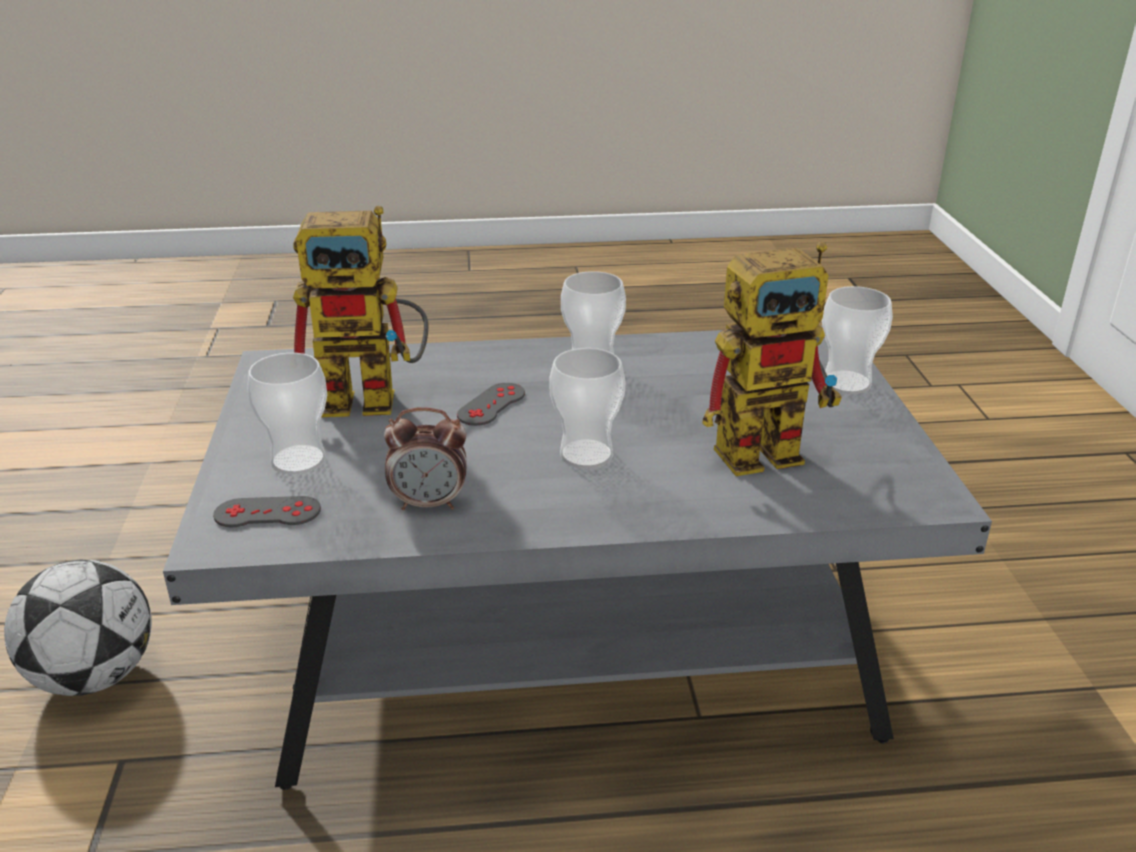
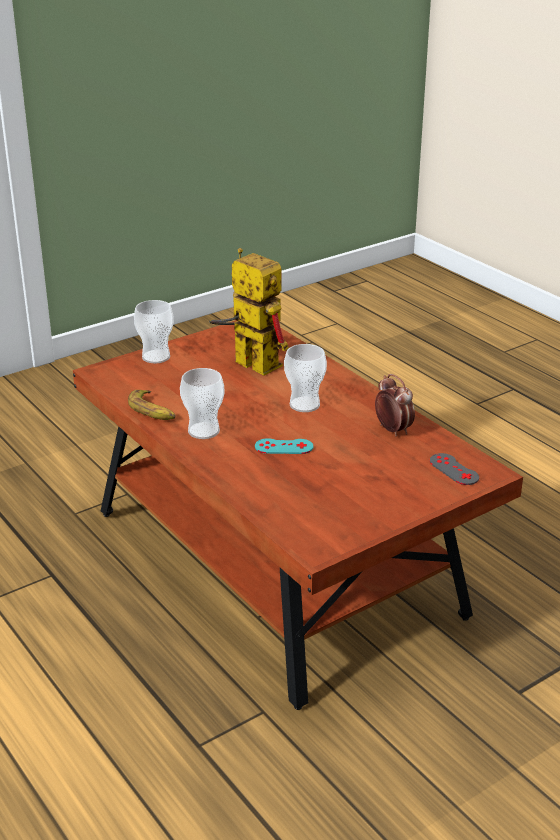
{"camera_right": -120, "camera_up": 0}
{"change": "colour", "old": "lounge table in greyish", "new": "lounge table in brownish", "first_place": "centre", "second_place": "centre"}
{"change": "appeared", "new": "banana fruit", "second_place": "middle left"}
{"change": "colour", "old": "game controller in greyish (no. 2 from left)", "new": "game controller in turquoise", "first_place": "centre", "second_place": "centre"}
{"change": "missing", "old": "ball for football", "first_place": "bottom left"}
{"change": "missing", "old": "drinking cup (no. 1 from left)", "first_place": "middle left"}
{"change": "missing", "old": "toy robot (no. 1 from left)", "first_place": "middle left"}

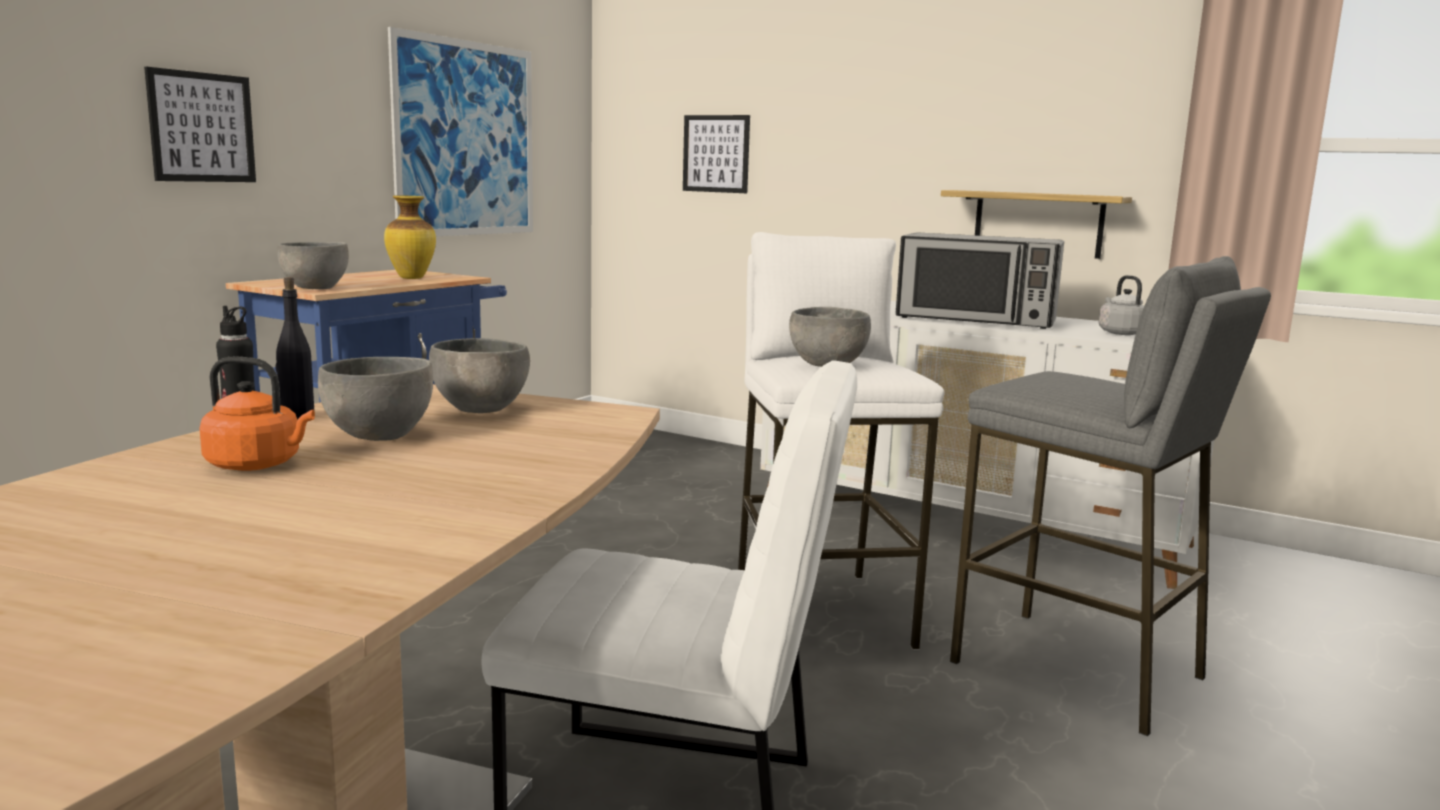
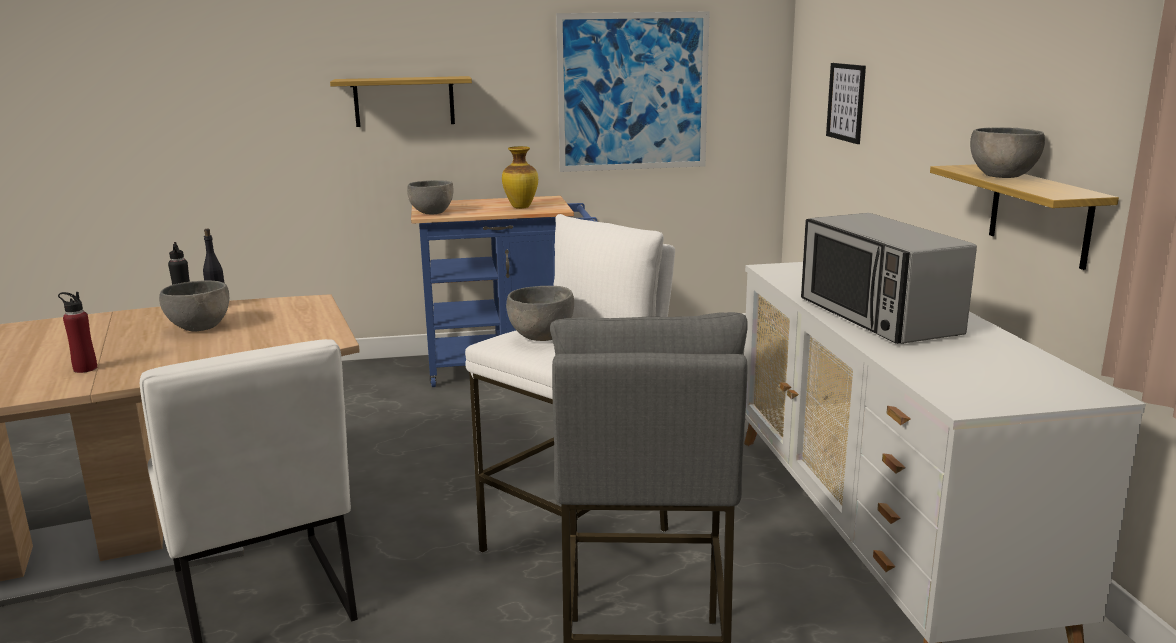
{"camera_right": 50, "camera_up": 5}
{"change": "appeared", "new": "drink bottle in red", "second_place": "middle left"}
{"change": "exchanged", "old": "wall art (no. 1 from left)", "new": "wall shelf (no. 1 from left)", "first_place": "top left", "second_place": "top centre"}
{"change": "relocated", "old": "bowl in greyish (no. 3 from left in the first image)", "new": "bowl in greyish (no. 4 from left)", "first_place": "middle left", "second_place": "top right"}
{"change": "missing", "old": "water kettle in orange", "first_place": "middle left"}
{"change": "missing", "old": "water kettle in greyish", "first_place": "middle right"}

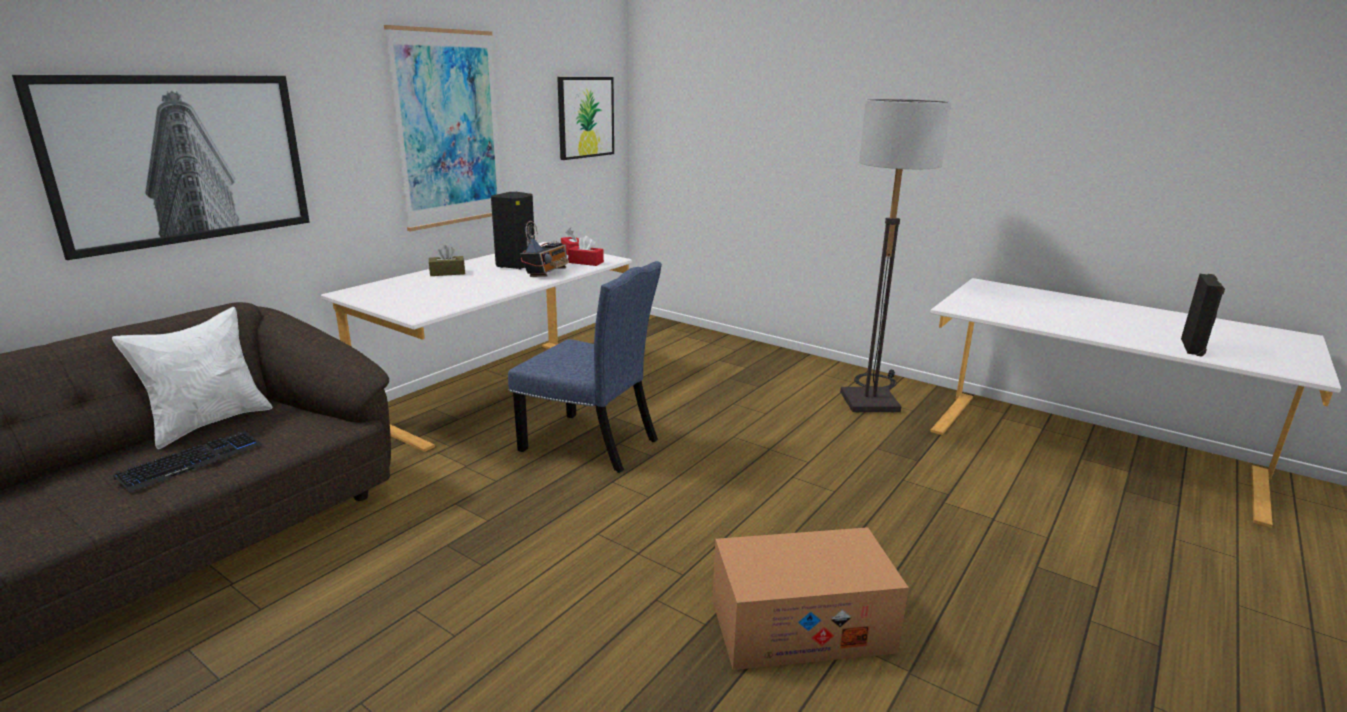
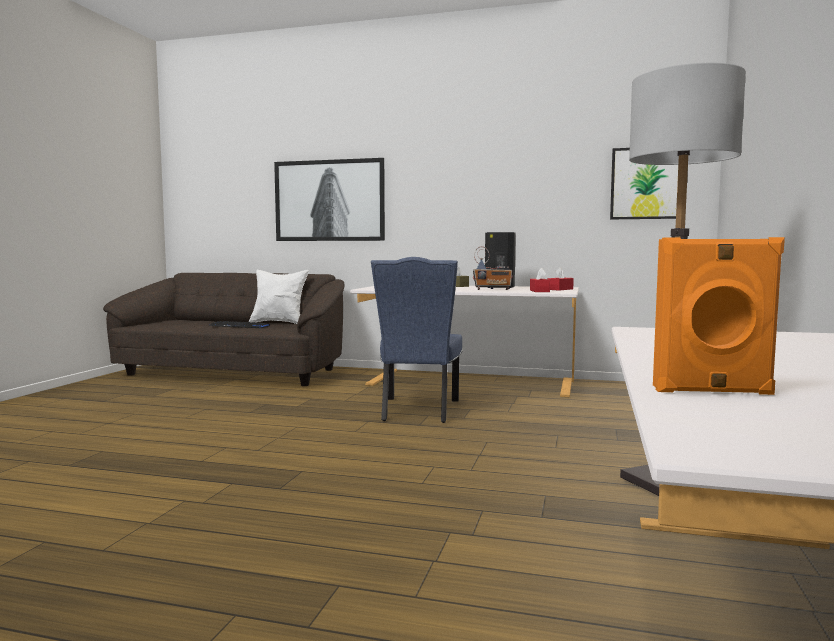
{"camera_right": 70, "camera_up": -15}
{"change": "colour", "old": "loudspeaker in black-coloured (no. 2 from left)", "new": "loudspeaker in orange", "first_place": "middle right", "second_place": "middle right"}
{"change": "missing", "old": "wall art (no. 2 from left)", "first_place": "top left"}
{"change": "missing", "old": "packing box", "first_place": "bottom centre"}

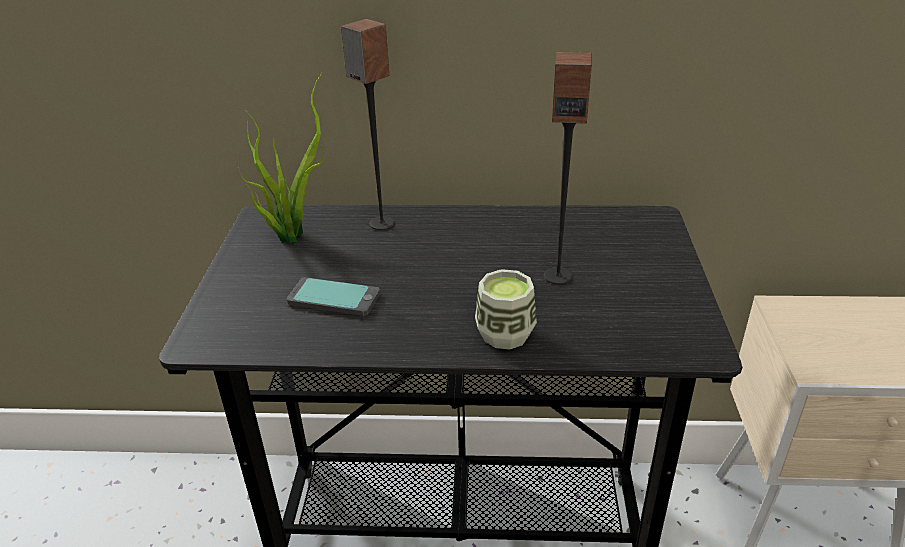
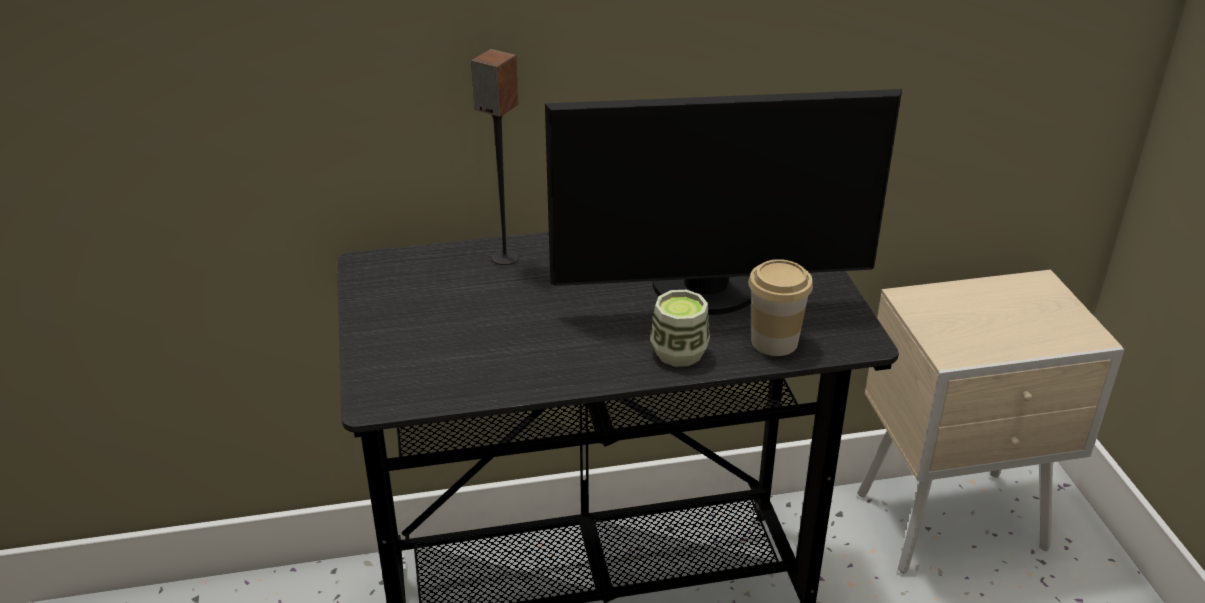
{"camera_right": -15, "camera_up": 0}
{"change": "exchanged", "old": "loudspeaker (no. 2 from left)", "new": "computer screen", "first_place": "top centre", "second_place": "centre"}
{"change": "appeared", "new": "drinking cup (no. 2 from left)", "second_place": "centre"}
{"change": "missing", "old": "houseplant", "first_place": "top left"}
{"change": "missing", "old": "handset", "first_place": "centre"}

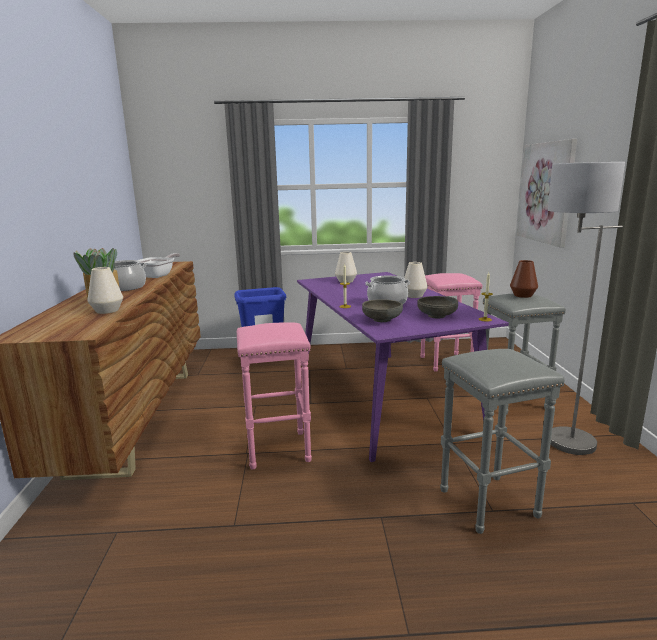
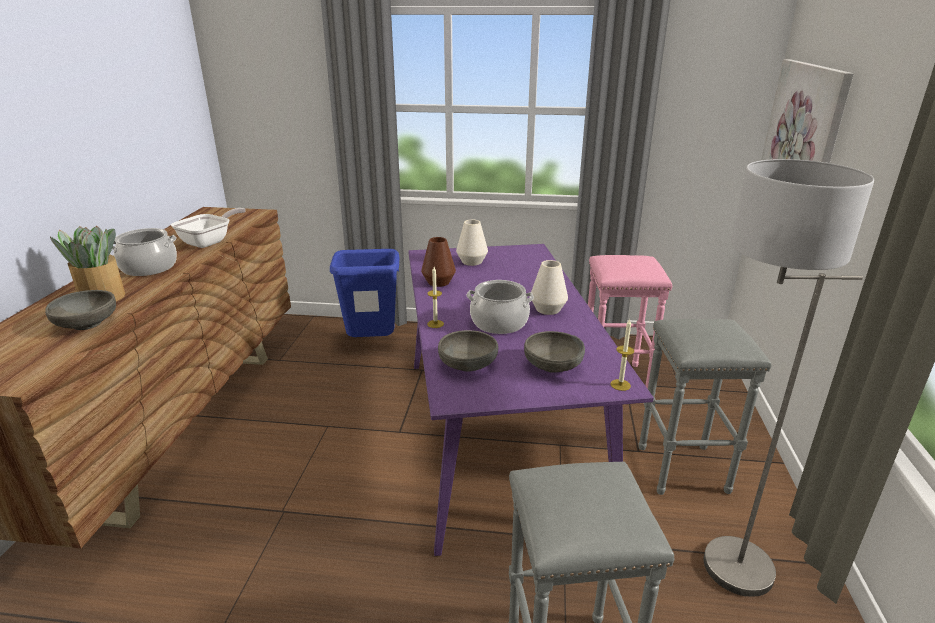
{"camera_right": 10, "camera_up": 10}
{"change": "exchanged", "old": "vase in white-coloured (no. 1 from left)", "new": "bowl in greyish (no. 1 from left)", "first_place": "middle left", "second_place": "middle left"}
{"change": "relocated", "old": "vase in brownish", "first_place": "middle right", "second_place": "centre"}
{"change": "missing", "old": "stool seat in pink (no. 1 from left)", "first_place": "centre"}

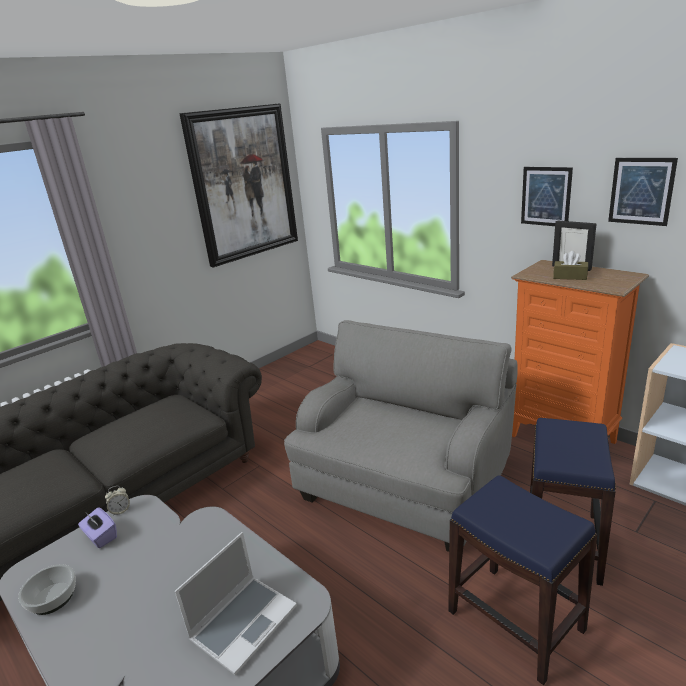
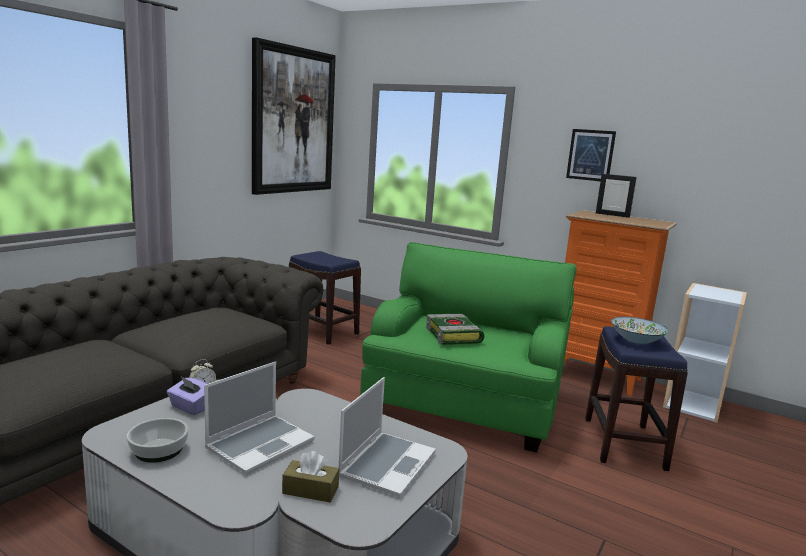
{"camera_right": -15, "camera_up": -10}
{"change": "appeared", "new": "portable computer (no. 1 from left)", "second_place": "bottom left"}
{"change": "relocated", "old": "tissue holder in brownish", "first_place": "middle right", "second_place": "bottom centre"}
{"change": "relocated", "old": "stool seat (no. 1 from left)", "first_place": "bottom right", "second_place": "centre"}
{"change": "colour", "old": "easy chair in greyish", "new": "easy chair in green", "first_place": "centre", "second_place": "centre"}
{"change": "appeared", "new": "book", "second_place": "centre"}
{"change": "appeared", "new": "bowl (no. 2 from left)", "second_place": "middle right"}
{"change": "missing", "old": "wall art (no. 3 from left)", "first_place": "top right"}

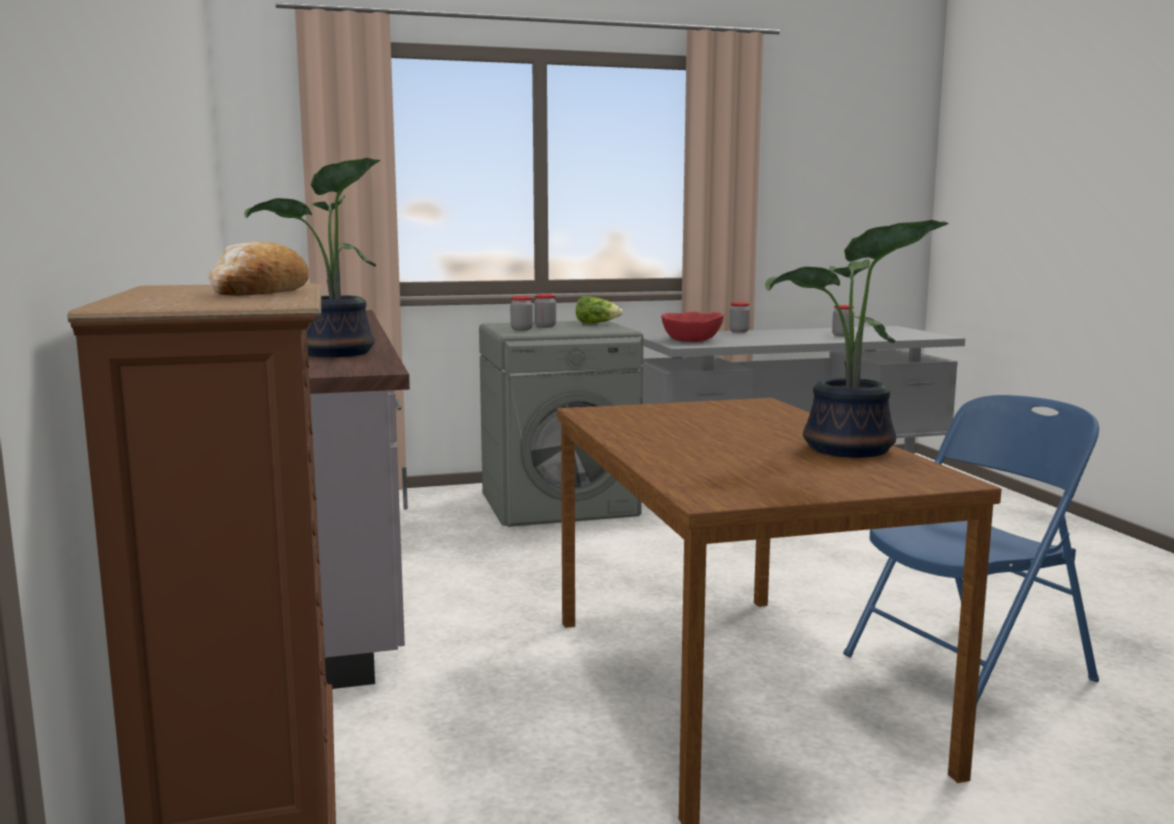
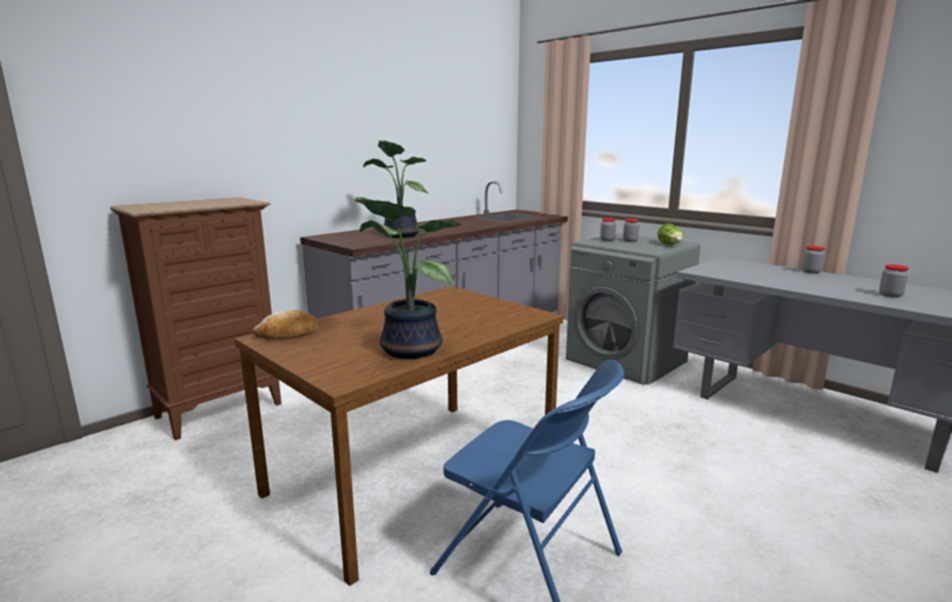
{"camera_right": 60, "camera_up": 5}
{"change": "relocated", "old": "baked bread", "first_place": "top left", "second_place": "middle left"}
{"change": "missing", "old": "bowl in red", "first_place": "centre"}

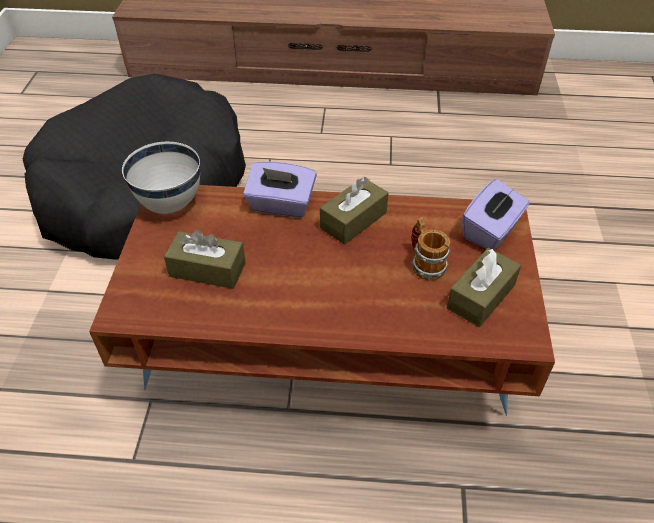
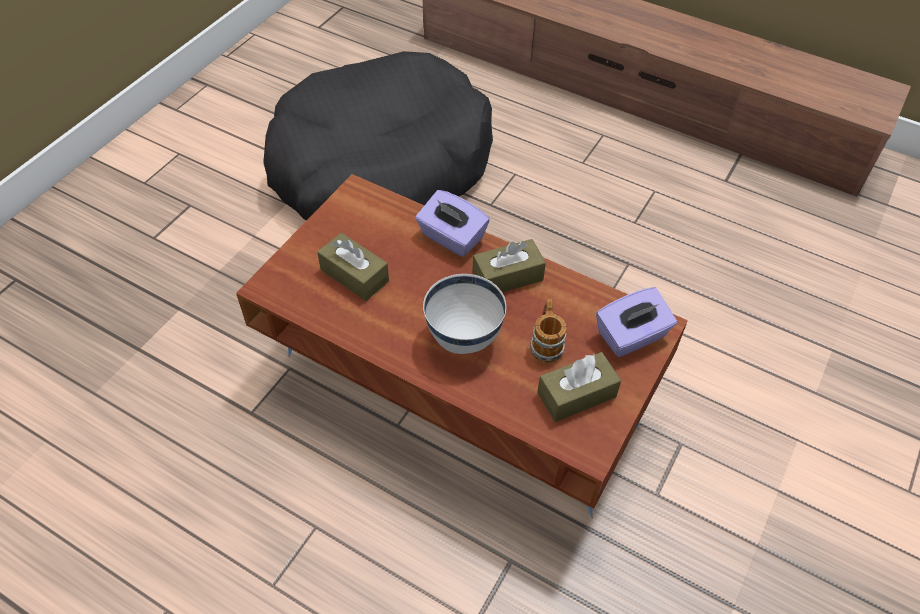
{"camera_right": 25, "camera_up": 5}
{"change": "relocated", "old": "bowl in white-coloured", "first_place": "middle left", "second_place": "centre"}

